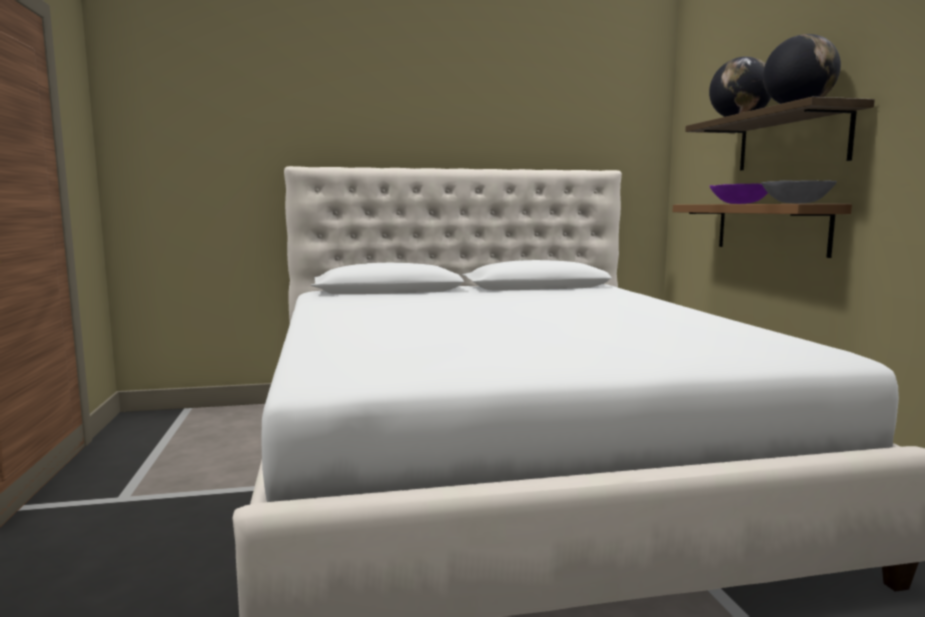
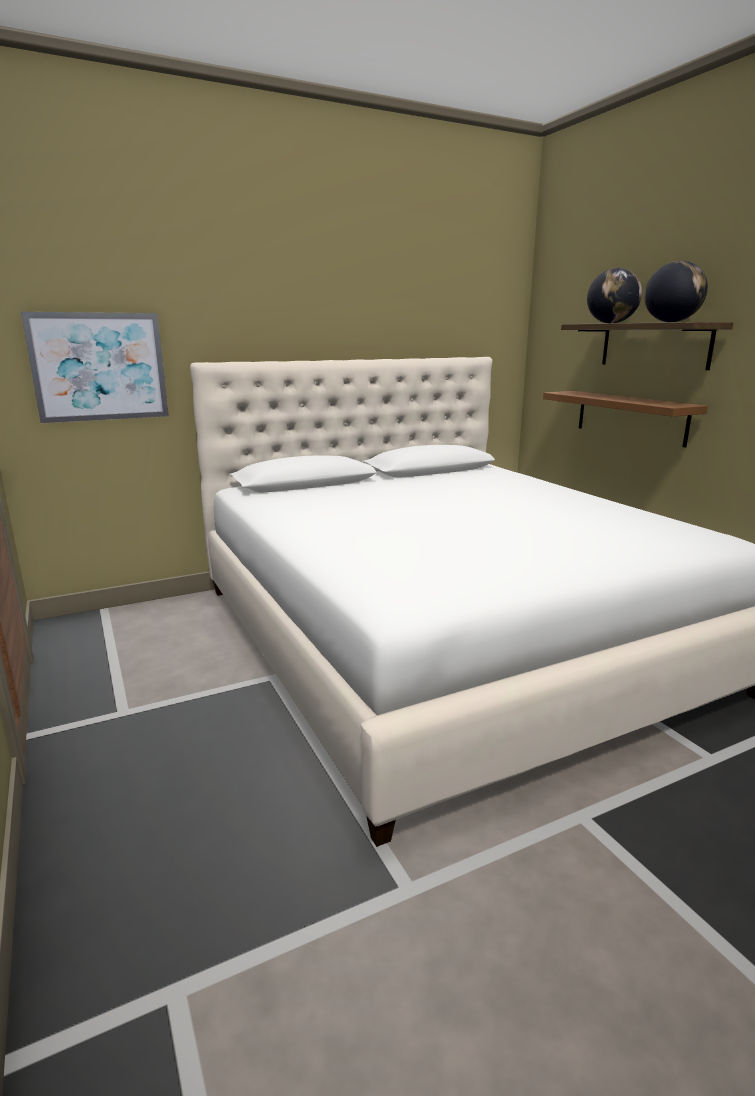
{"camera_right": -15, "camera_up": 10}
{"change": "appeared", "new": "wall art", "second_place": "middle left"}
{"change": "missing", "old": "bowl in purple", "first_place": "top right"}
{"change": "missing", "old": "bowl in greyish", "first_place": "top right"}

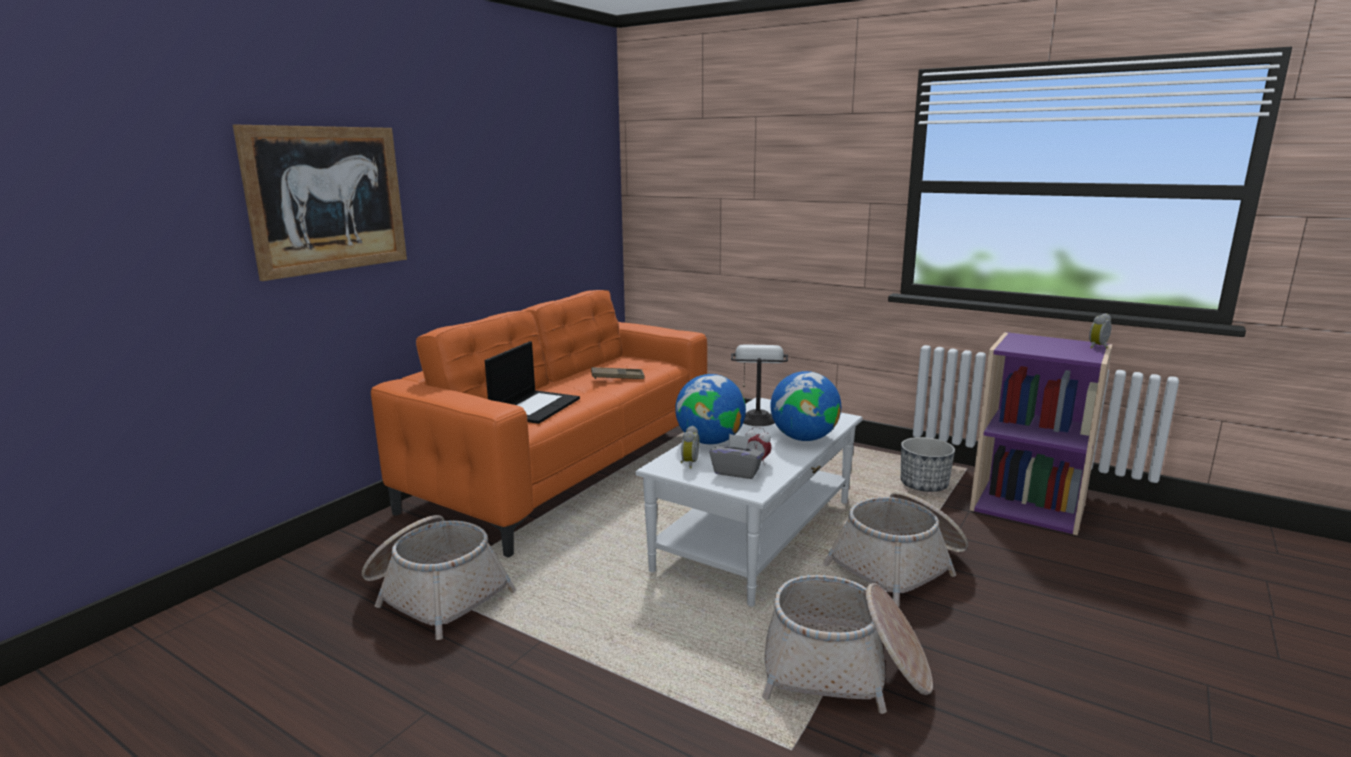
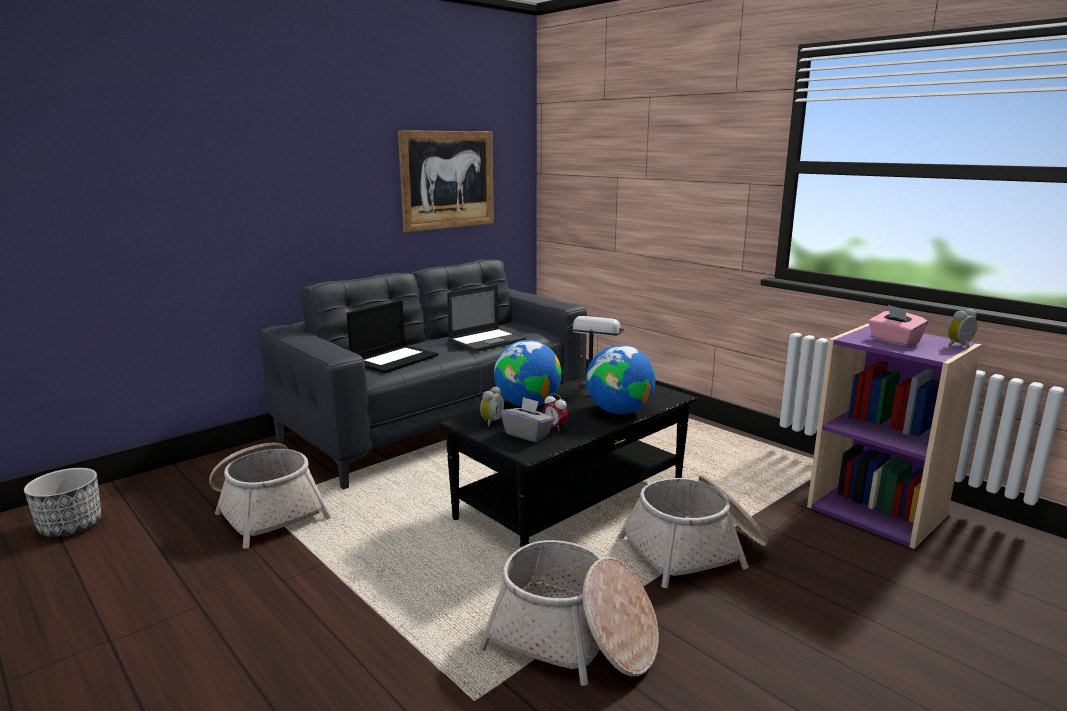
{"camera_right": 15, "camera_up": 0}
{"change": "relocated", "old": "flower pot", "first_place": "middle right", "second_place": "bottom left"}
{"change": "colour", "old": "sofa in orange", "new": "sofa in greyish", "first_place": "centre", "second_place": "centre"}
{"change": "relocated", "old": "wall art", "first_place": "top left", "second_place": "top centre"}
{"change": "colour", "old": "lounge table in white-coloured", "new": "lounge table in black-coloured", "first_place": "centre", "second_place": "centre"}
{"change": "exchanged", "old": "carrying tray in brownish", "new": "portable computer (no. 2 from left)", "first_place": "centre", "second_place": "centre"}
{"change": "appeared", "new": "tissue holder in pink", "second_place": "middle right"}

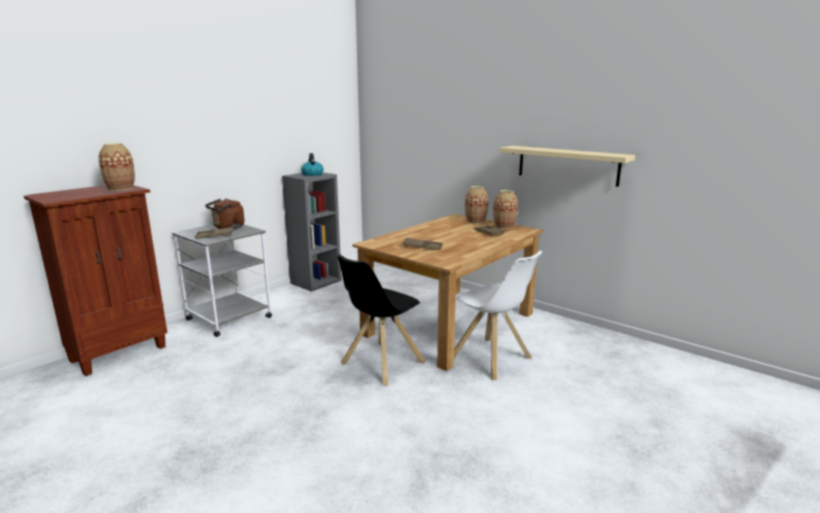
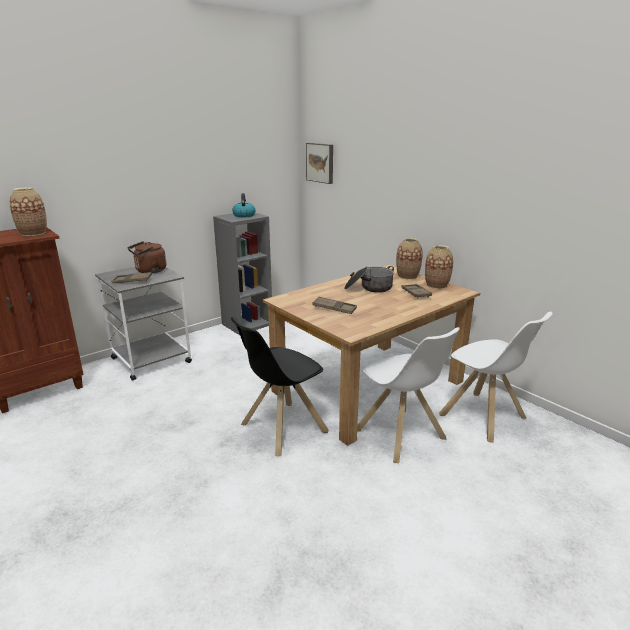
{"camera_right": 10, "camera_up": 5}
{"change": "appeared", "new": "wall art", "second_place": "top centre"}
{"change": "appeared", "new": "saucepot", "second_place": "centre"}
{"change": "appeared", "new": "chair in white-coloured (no. 2 from left)", "second_place": "middle right"}
{"change": "missing", "old": "wall shelf in beige-coloured", "first_place": "top right"}

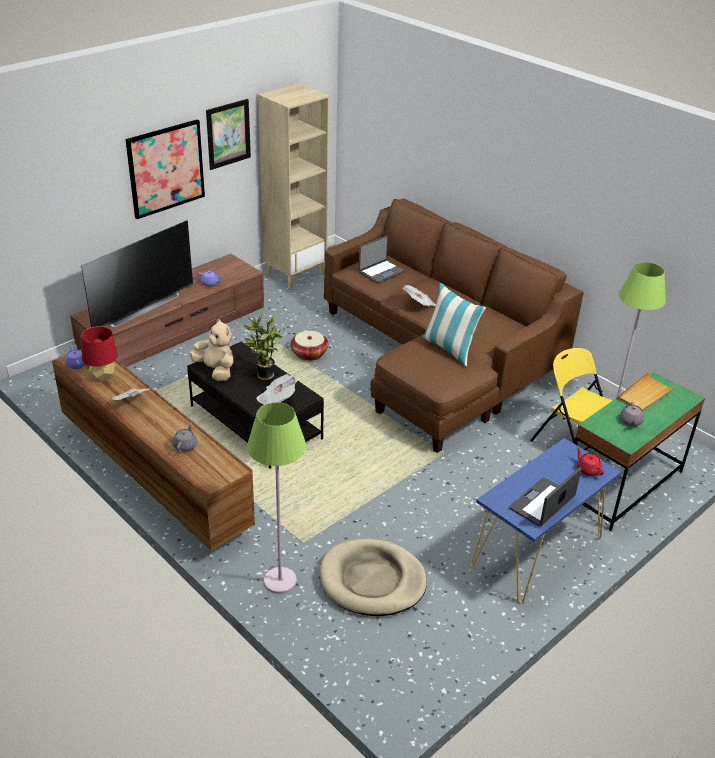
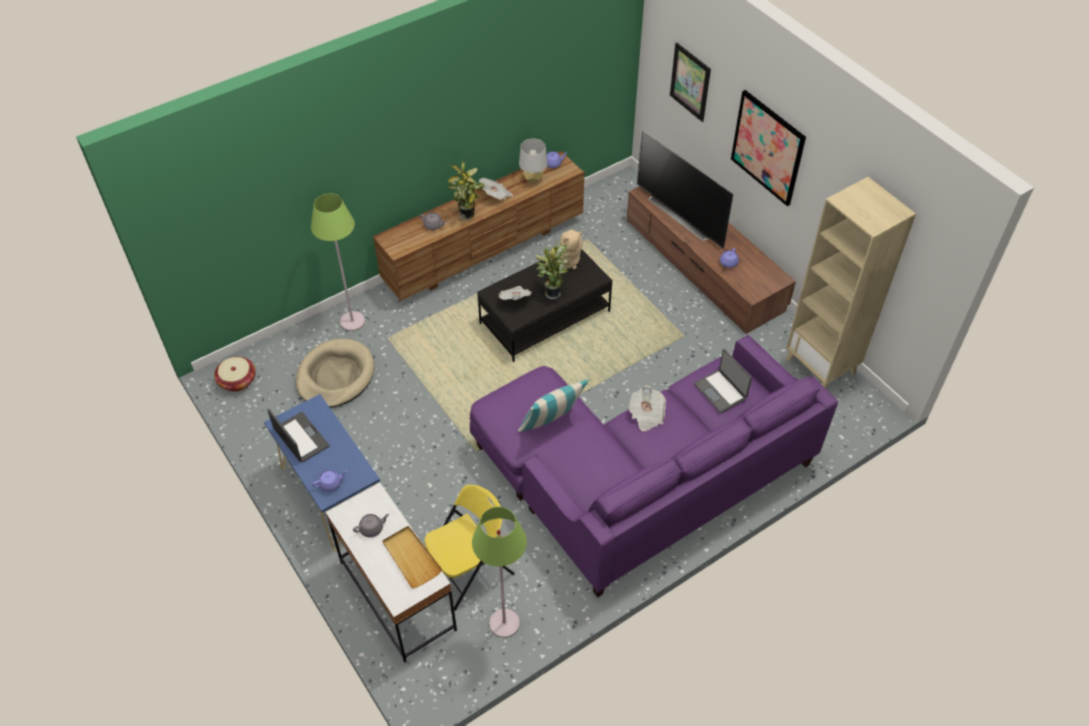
{"camera_right": 100, "camera_up": 15}
{"change": "relocated", "old": "storage basket", "first_place": "centre", "second_place": "middle left"}
{"change": "colour", "old": "pot for tea in red", "new": "pot for tea in purple (no. 1 from left)", "first_place": "middle right", "second_place": "middle left"}
{"change": "colour", "old": "desk unit in green", "new": "desk unit in white-coloured", "first_place": "middle right", "second_place": "bottom centre"}
{"change": "spun", "old": "pot for tea in greyish (no. 2 from left in the first image)", "first_place": "middle right", "second_place": "bottom centre", "degrees": 135}
{"change": "appeared", "new": "houseplant (no. 1 from left)", "second_place": "top centre"}
{"change": "colour", "old": "sofa in brownish", "new": "sofa in purple", "first_place": "centre", "second_place": "centre"}
{"change": "colour", "old": "tabletop lamp in red", "new": "tabletop lamp in greyish", "first_place": "middle left", "second_place": "top centre"}
{"change": "relocated", "old": "wall art (no. 2 from left in the first image)", "new": "wall art (no. 1 from left)", "first_place": "top left", "second_place": "top centre"}

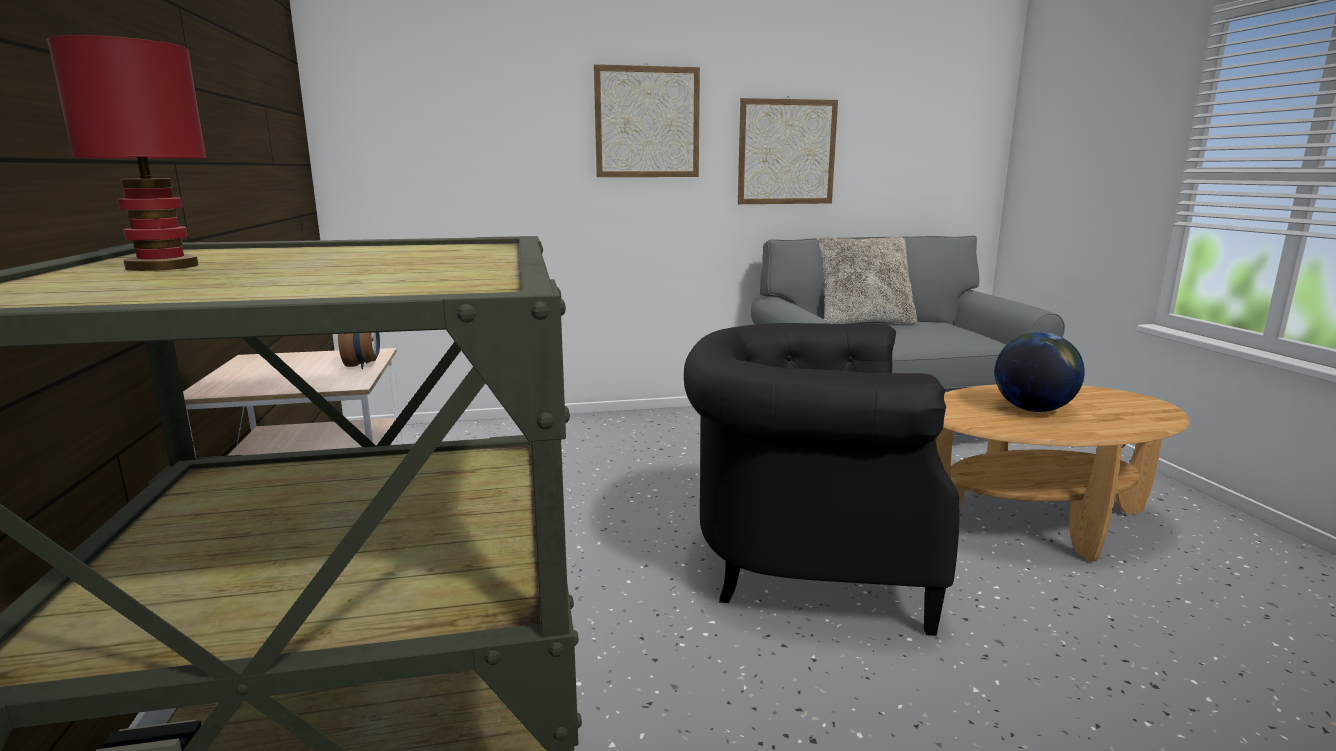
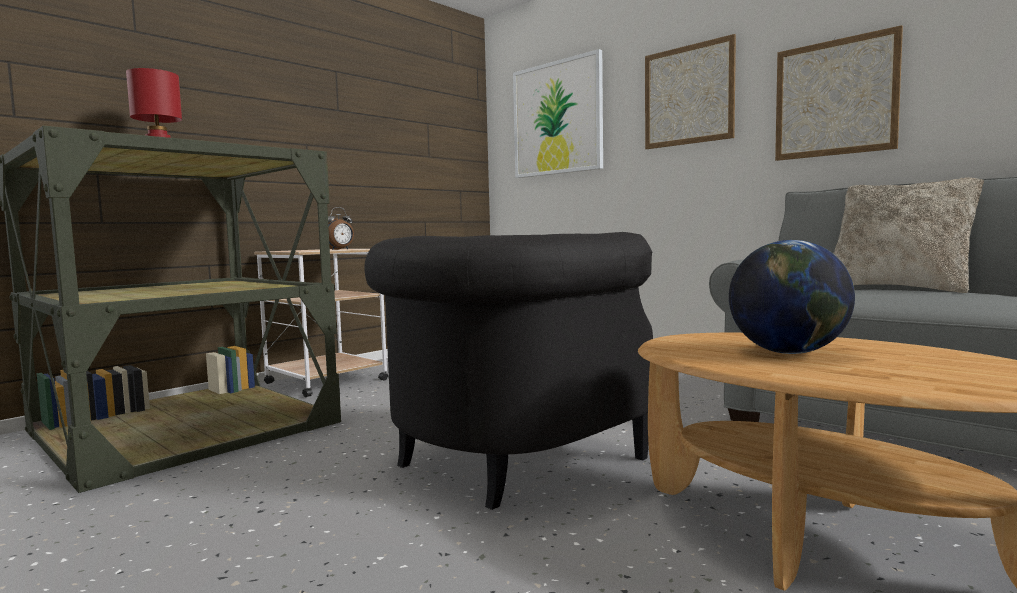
{"camera_right": 55, "camera_up": -10}
{"change": "spun", "old": "easy chair in black-coloured", "first_place": "centre", "second_place": "centre", "degrees": -105}
{"change": "appeared", "new": "wall art (no. 1 from left)", "second_place": "top centre"}

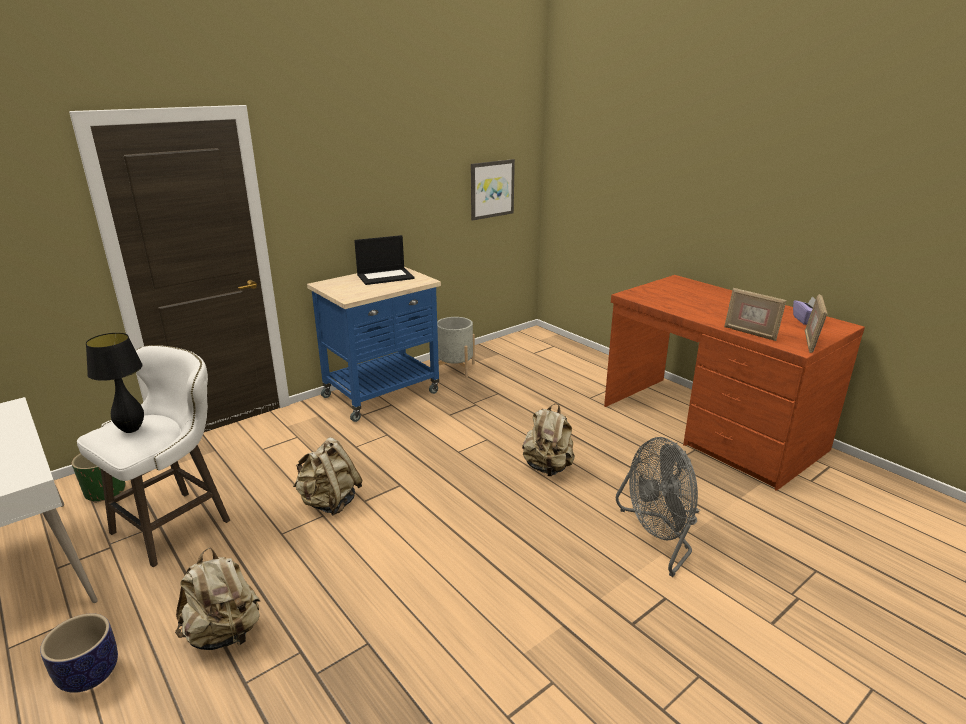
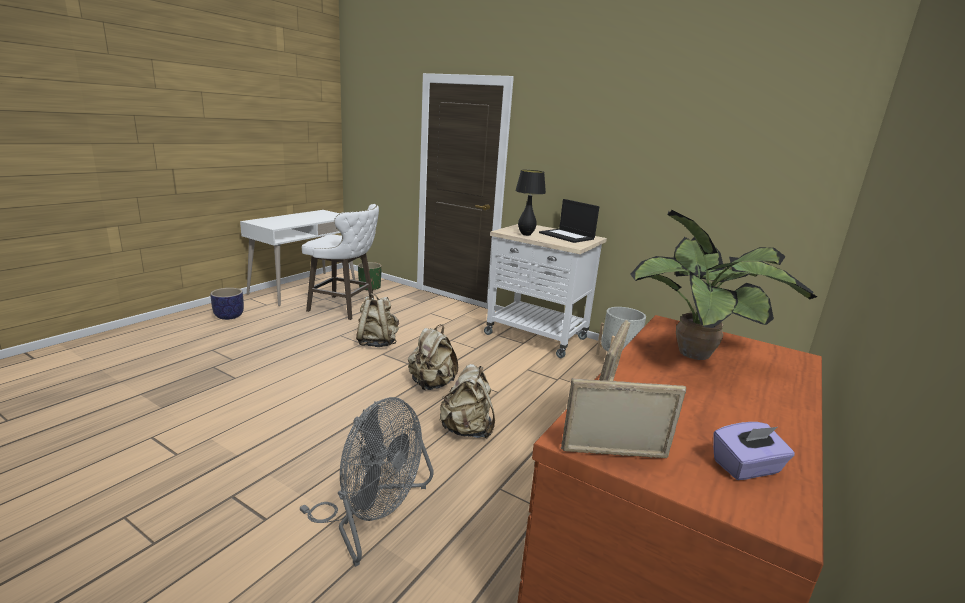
{"camera_right": 70, "camera_up": -5}
{"change": "spun", "old": "fan in greyish", "first_place": "bottom right", "second_place": "bottom centre", "degrees": 150}
{"change": "relocated", "old": "rucksack in beige-coloured (no. 1 from left in the first image)", "new": "rucksack in beige-coloured (no. 2 from left)", "first_place": "bottom left", "second_place": "centre"}
{"change": "colour", "old": "trolley in bluish", "new": "trolley in white-coloured", "first_place": "centre", "second_place": "centre"}
{"change": "relocated", "old": "tabletop lamp in black-coloured", "first_place": "middle left", "second_place": "centre"}
{"change": "appeared", "new": "houseplant", "second_place": "middle right"}
{"change": "missing", "old": "wall art", "first_place": "top centre"}

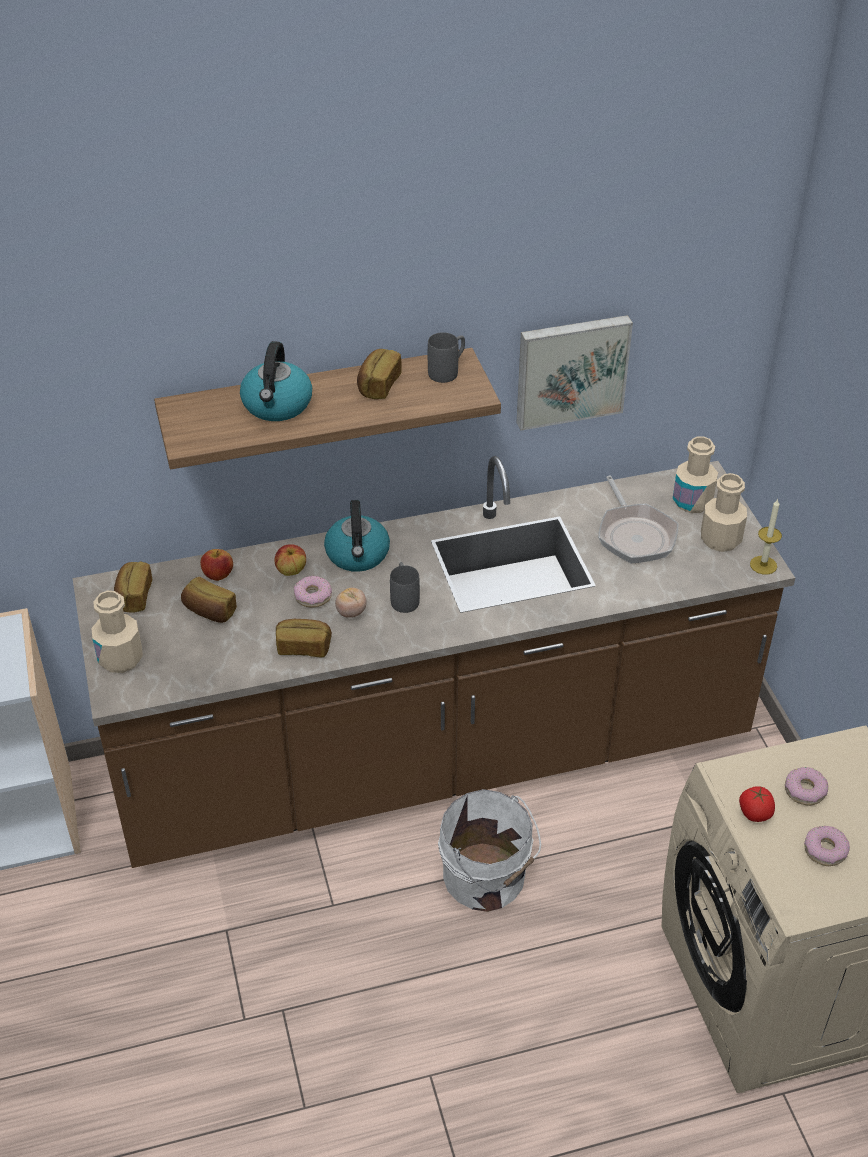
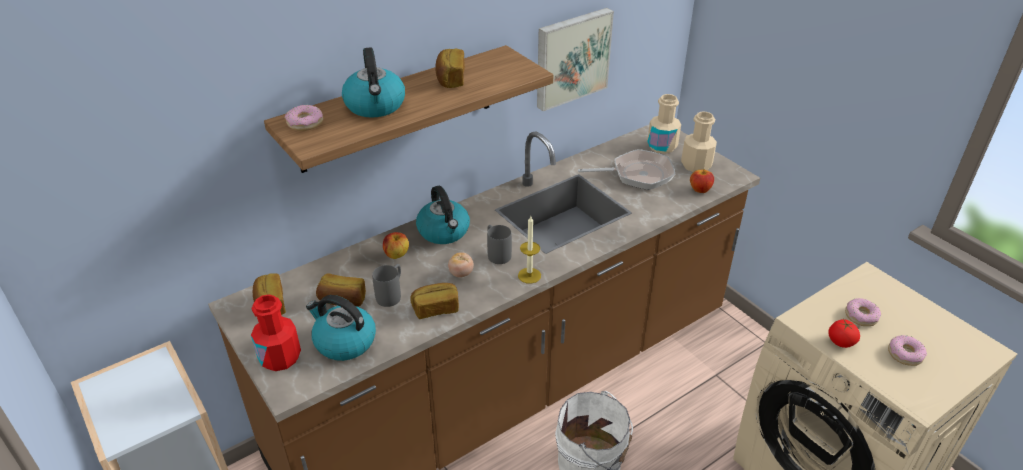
{"camera_right": -20, "camera_up": -5}
{"change": "colour", "old": "drink bottle in beige-coloured (no. 1 from left)", "new": "drink bottle in red", "first_place": "middle left", "second_place": "bottom left"}
{"change": "relocated", "old": "ring doughnut (no. 1 from left)", "first_place": "centre", "second_place": "top left"}
{"change": "appeared", "new": "water kettle (no. 1 from left)", "second_place": "bottom centre"}
{"change": "relocated", "old": "tea mug in greyish (no. 2 from left in the first image)", "new": "tea mug in greyish (no. 1 from left)", "first_place": "top centre", "second_place": "centre"}
{"change": "relocated", "old": "wax candle", "first_place": "middle right", "second_place": "centre"}
{"change": "spun", "old": "frying pan", "first_place": "middle right", "second_place": "centre", "degrees": -60}
{"change": "relocated", "old": "apple fruit (no. 1 from left in the first image)", "new": "apple fruit (no. 2 from left)", "first_place": "middle left", "second_place": "middle right"}

